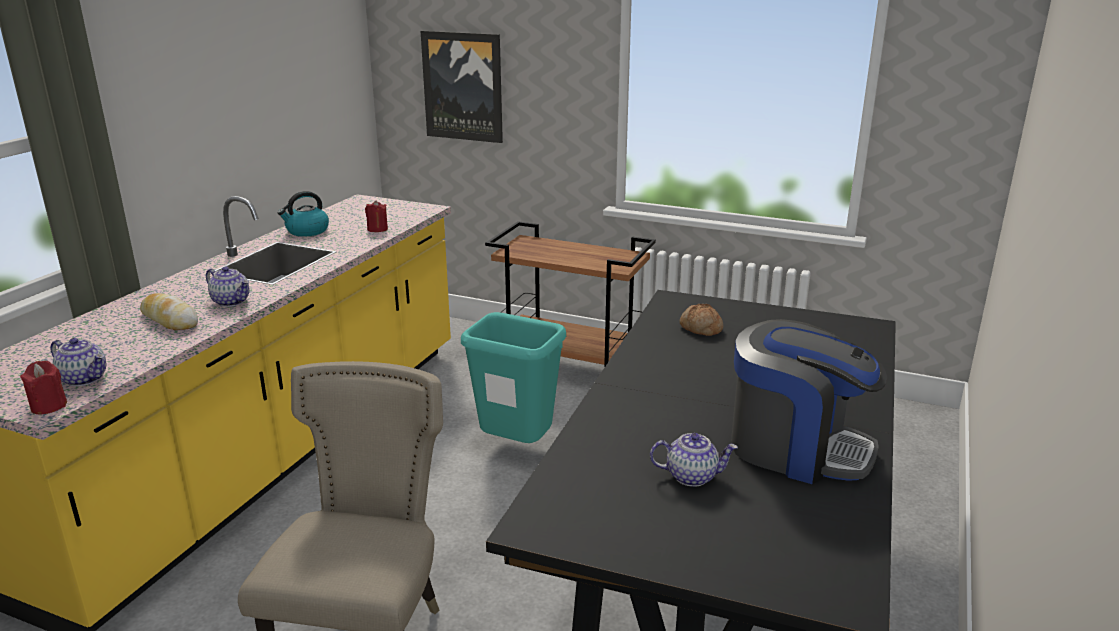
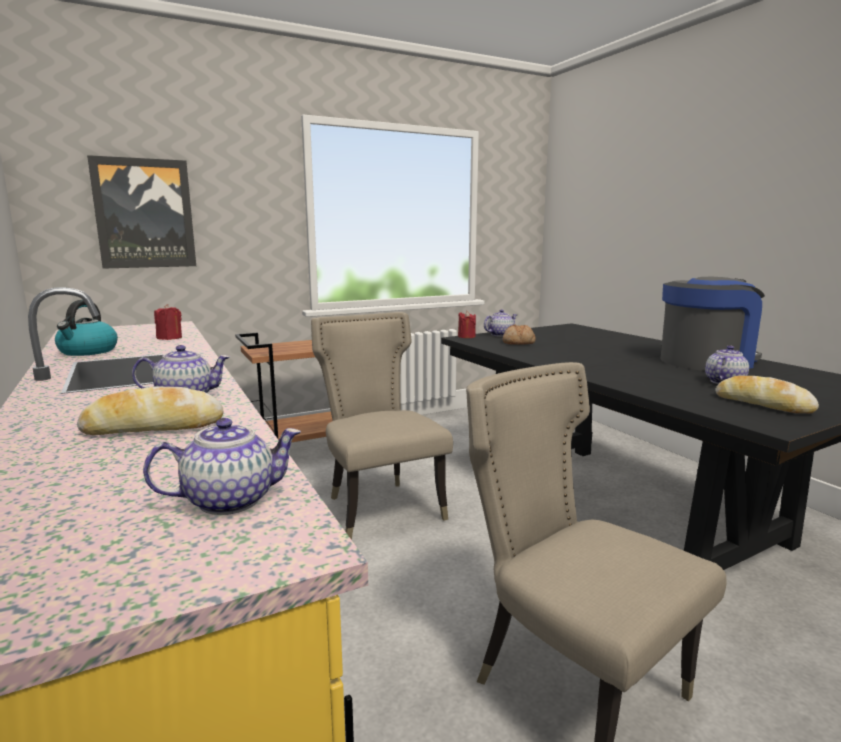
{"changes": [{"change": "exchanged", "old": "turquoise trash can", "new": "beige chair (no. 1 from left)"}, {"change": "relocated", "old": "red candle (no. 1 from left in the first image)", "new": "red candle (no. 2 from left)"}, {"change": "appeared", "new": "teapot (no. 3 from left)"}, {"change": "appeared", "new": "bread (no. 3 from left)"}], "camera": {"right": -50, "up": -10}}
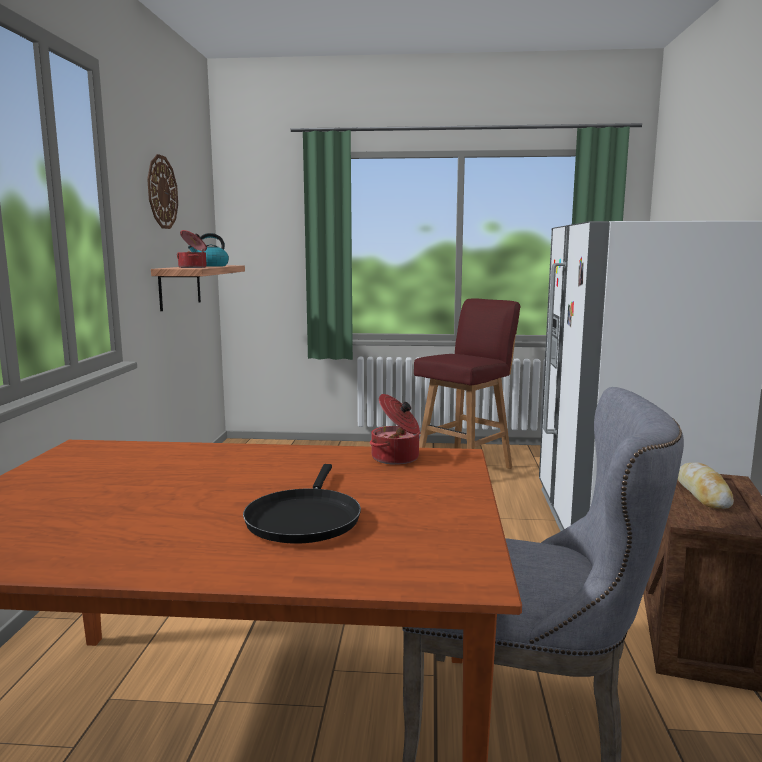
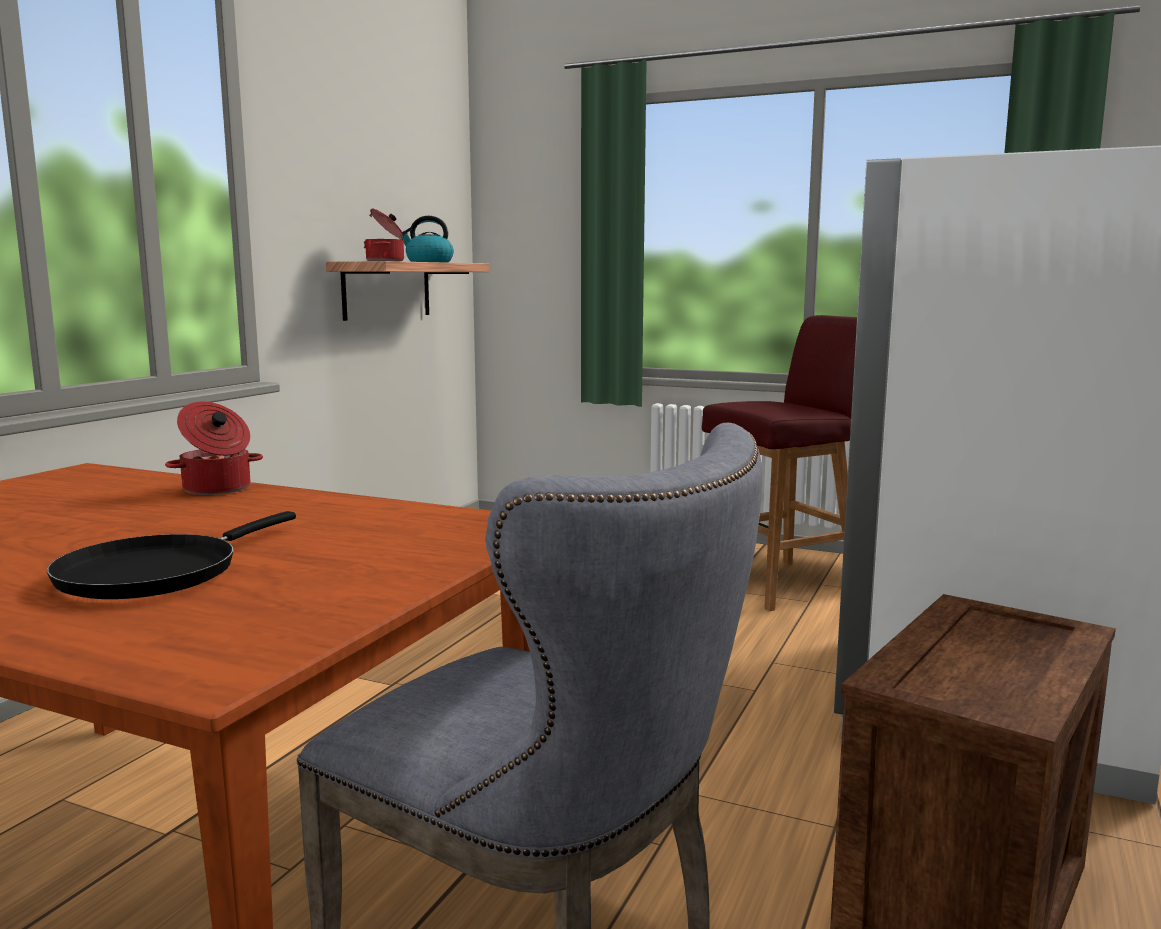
{"changes": [{"change": "relocated", "old": "cooking pot (no. 2 from left in the first image)", "new": "cooking pot (no. 1 from left)"}, {"change": "missing", "old": "wall clock"}, {"change": "missing", "old": "bread"}], "camera": {"right": 20, "up": 0}}
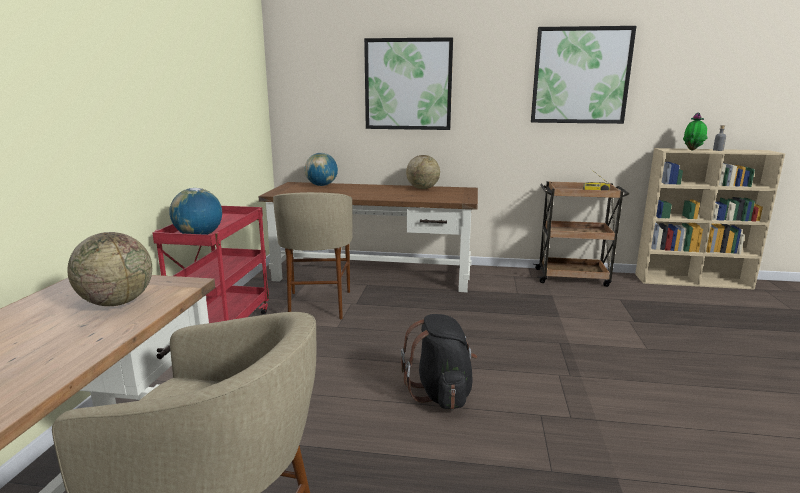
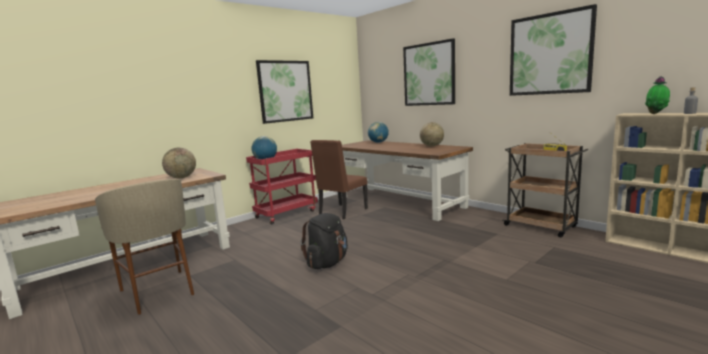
{"changes": [{"change": "appeared", "new": "picture (no. 1 from left)"}, {"change": "exchanged", "old": "beige stool (no. 2 from left)", "new": "brown chair"}], "camera": {"right": 40, "up": -5}}
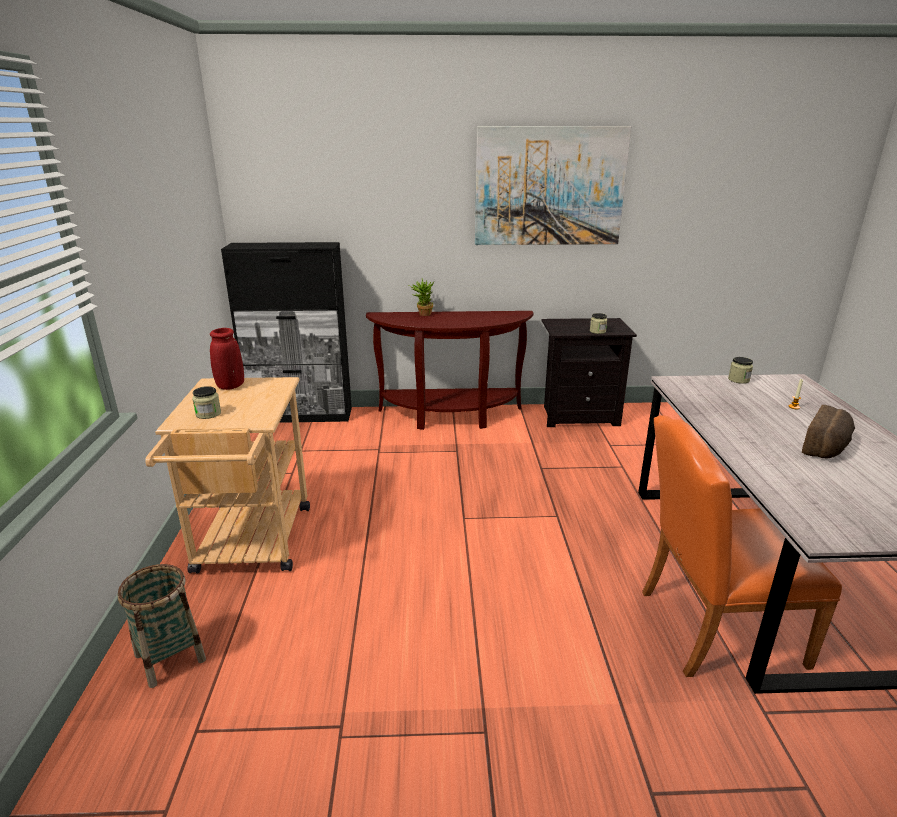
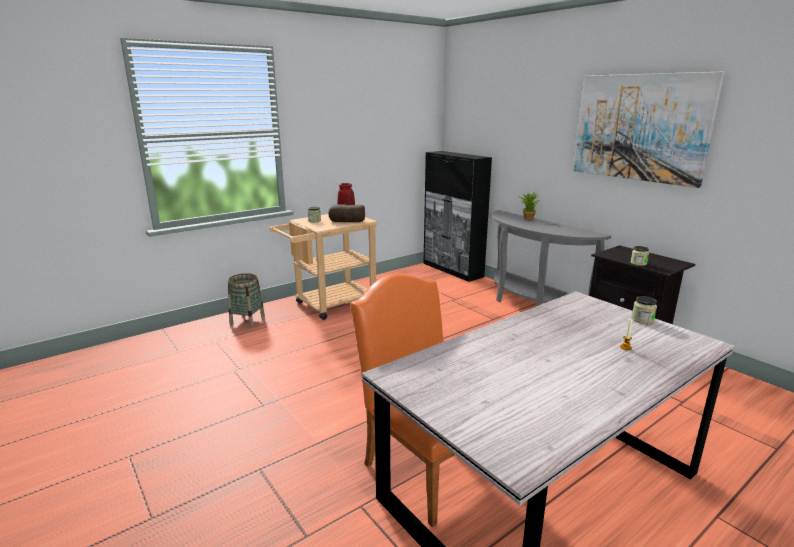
{"changes": [{"change": "relocated", "old": "bread"}, {"change": "colour", "old": "brown console table", "new": "grey console table"}], "camera": {"right": 55, "up": -5}}
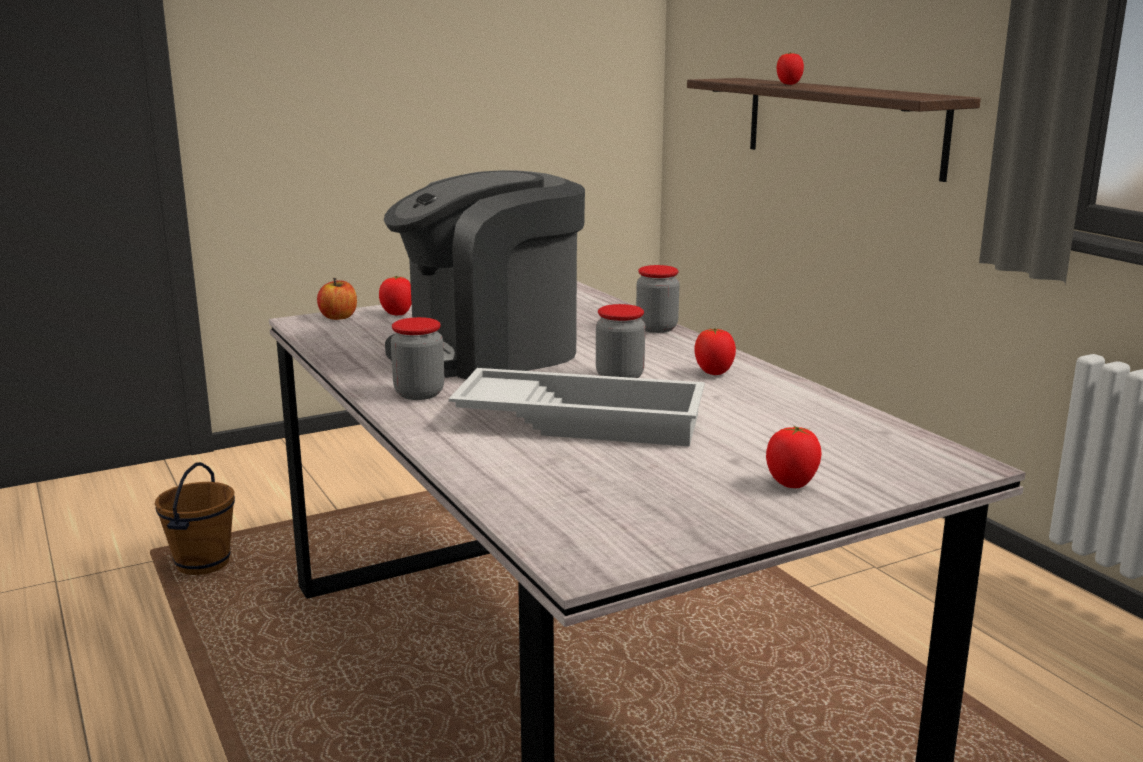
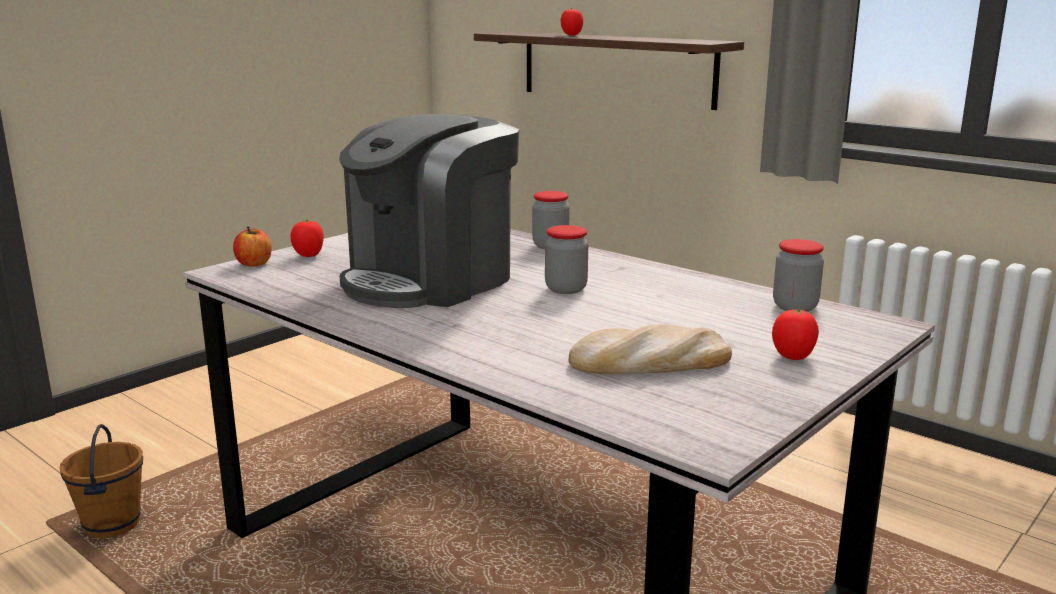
{"changes": [{"change": "appeared", "new": "bread"}, {"change": "relocated", "old": "jar (no. 1 from left in the first image)", "new": "jar (no. 3 from left)"}, {"change": "missing", "old": "white tray"}, {"change": "missing", "old": "tomato (no. 2 from left)"}], "camera": {"right": -20, "up": 0}}
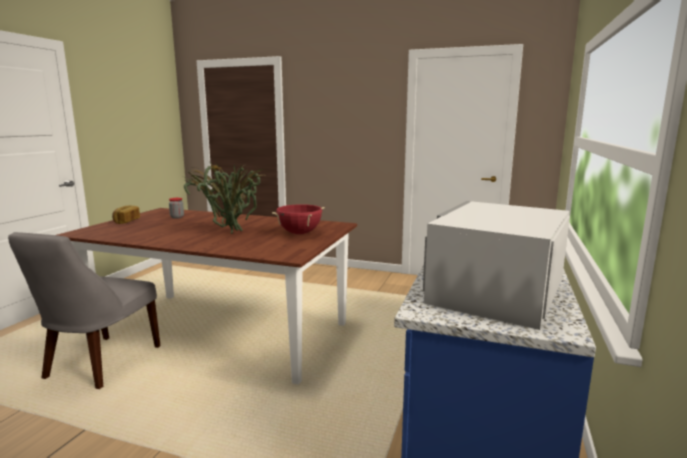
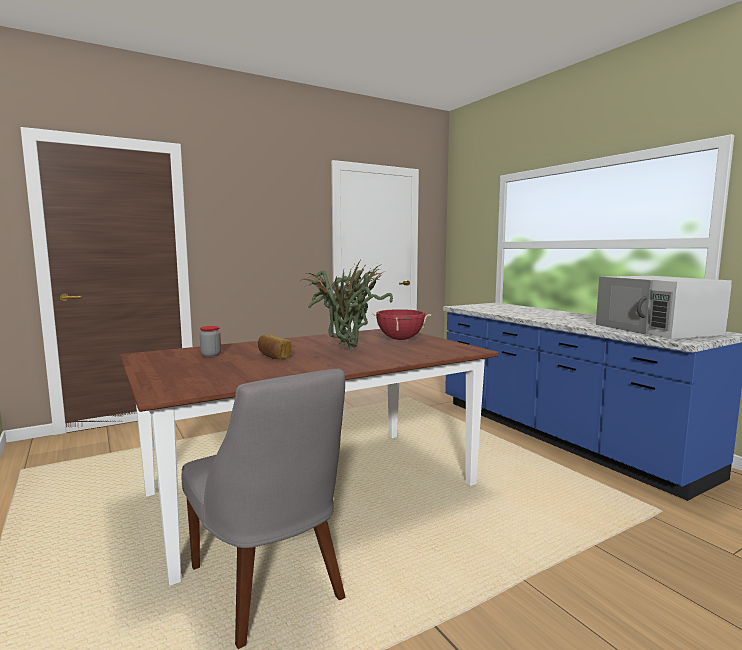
{"changes": [{"change": "relocated", "old": "bread"}], "camera": {"right": -50, "up": -5}}
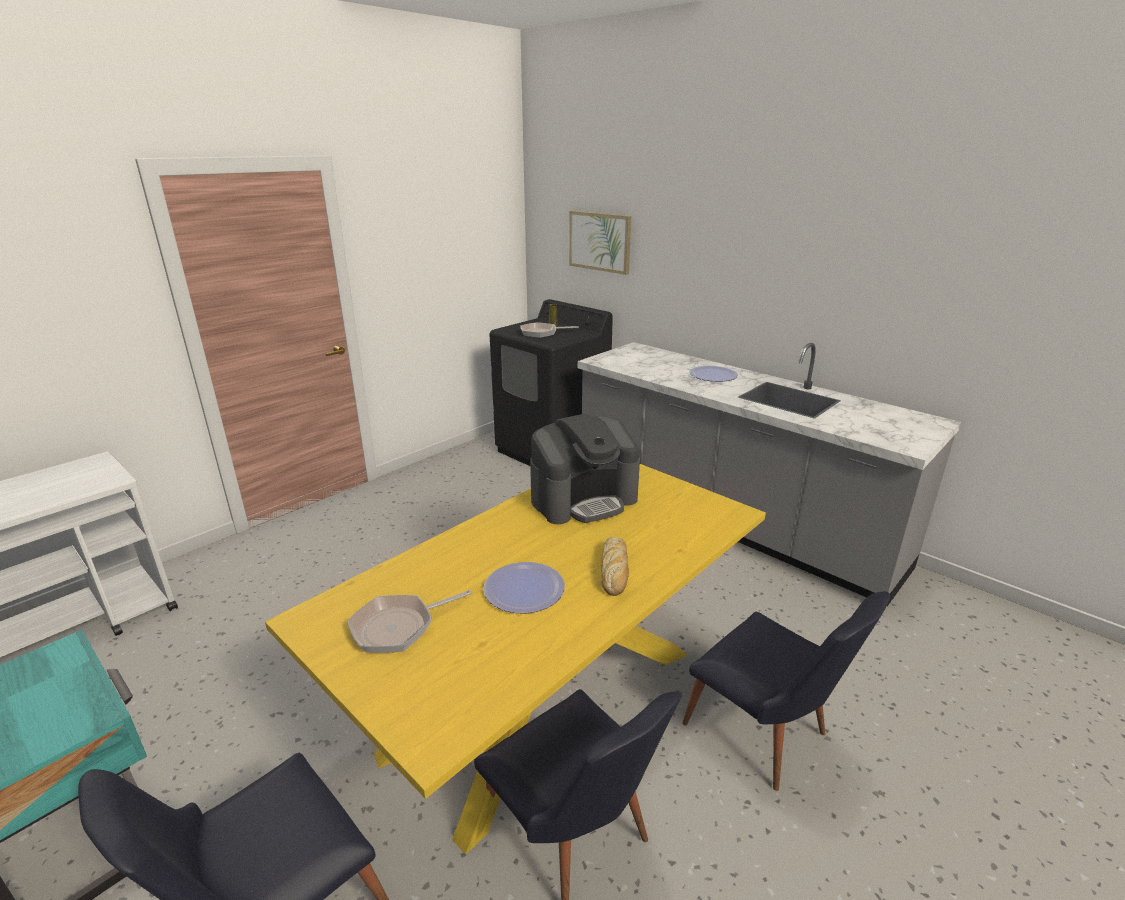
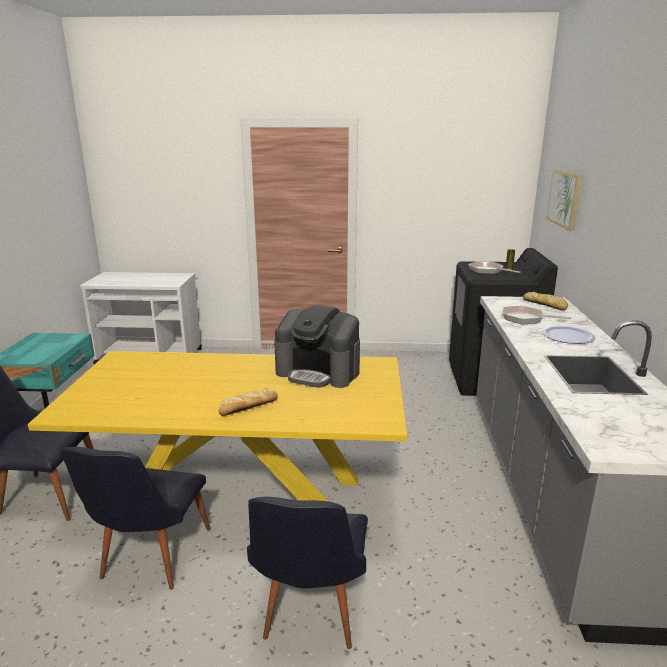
{"changes": [{"change": "relocated", "old": "frying pan (no. 1 from left in the first image)", "new": "frying pan (no. 2 from left)"}, {"change": "appeared", "new": "bread (no. 2 from left)"}, {"change": "missing", "old": "plate (no. 1 from left)"}], "camera": {"right": 50, "up": -5}}
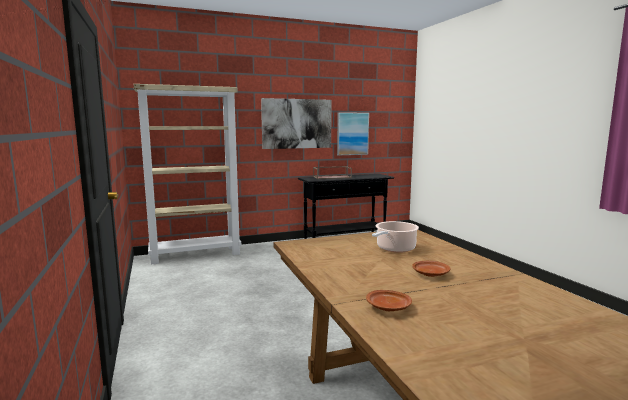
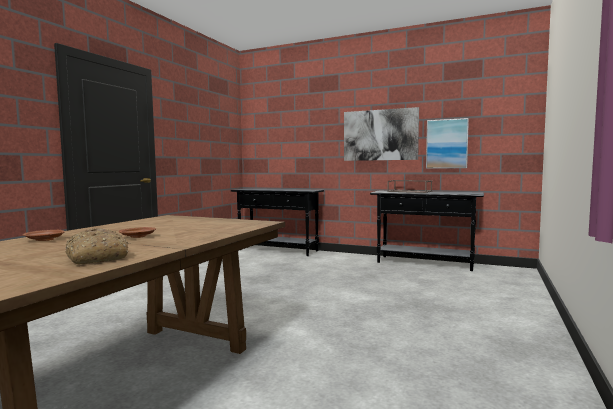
{"changes": [{"change": "appeared", "new": "bread"}, {"change": "exchanged", "old": "beige bookcase", "new": "black console table (no. 1 from left)"}, {"change": "missing", "old": "cooking pot"}], "camera": {"right": 45, "up": -5}}
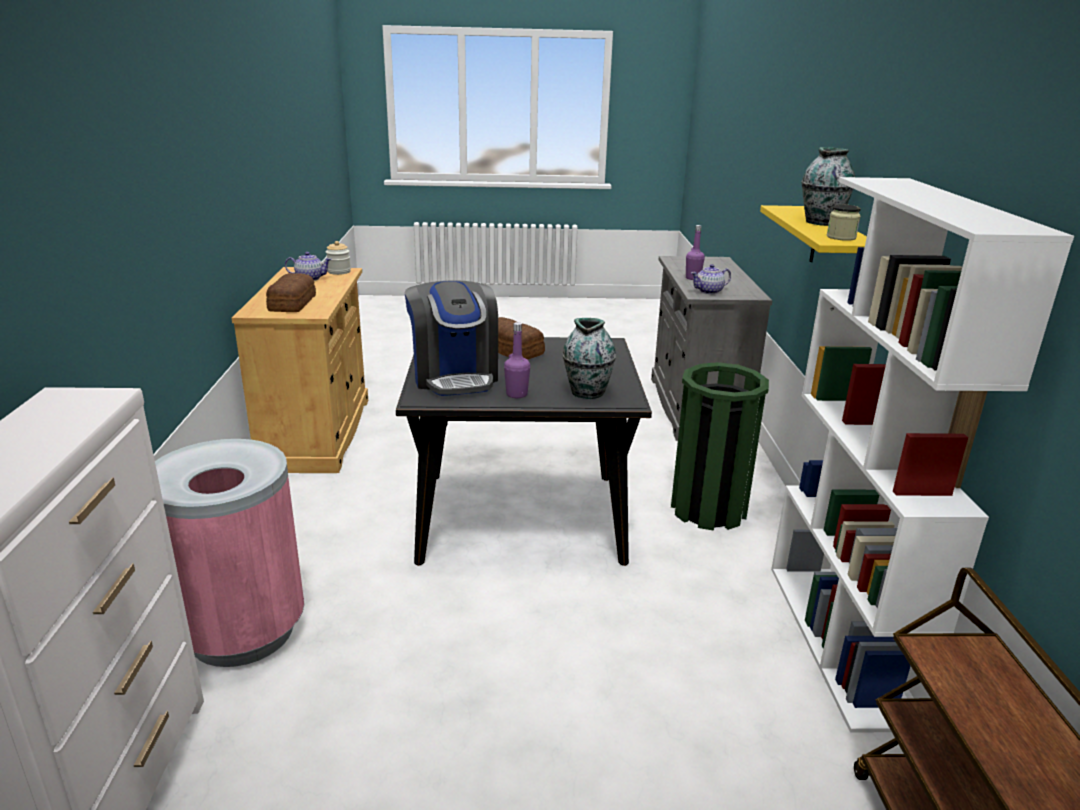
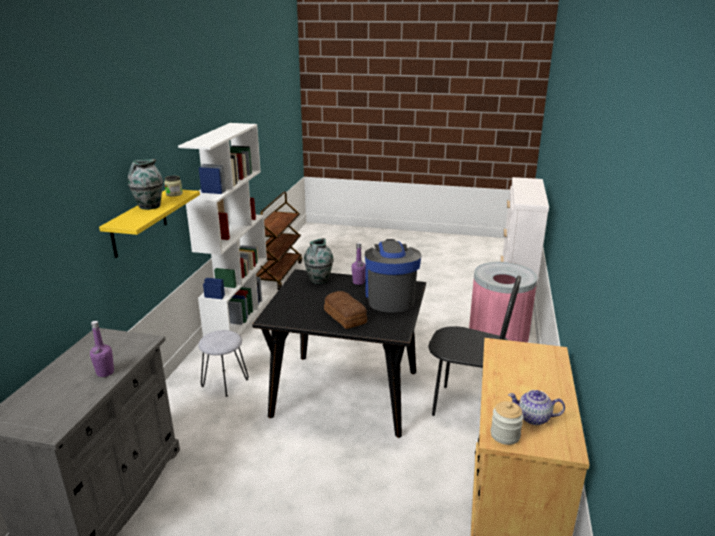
{"changes": [{"change": "exchanged", "old": "green trash can", "new": "grey stool"}, {"change": "appeared", "new": "black chair"}, {"change": "missing", "old": "bread (no. 1 from left)"}, {"change": "missing", "old": "teapot (no. 2 from left)"}], "camera": {"right": -165, "up": 0}}
